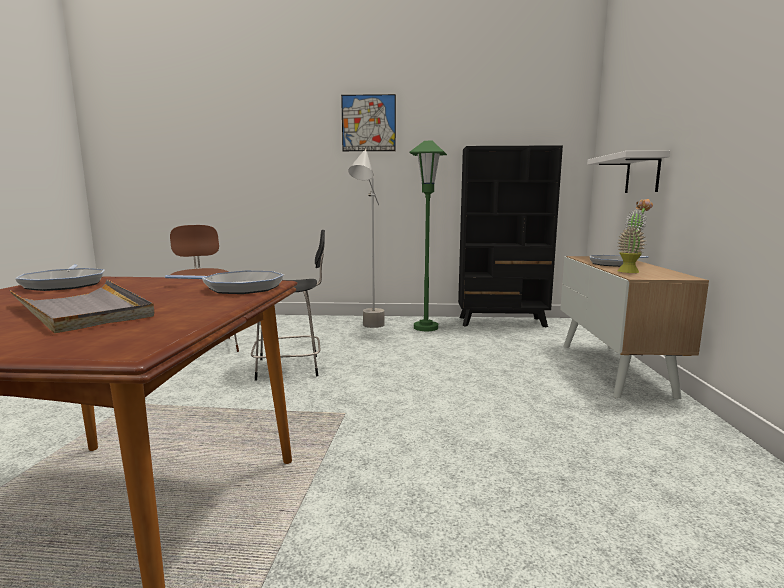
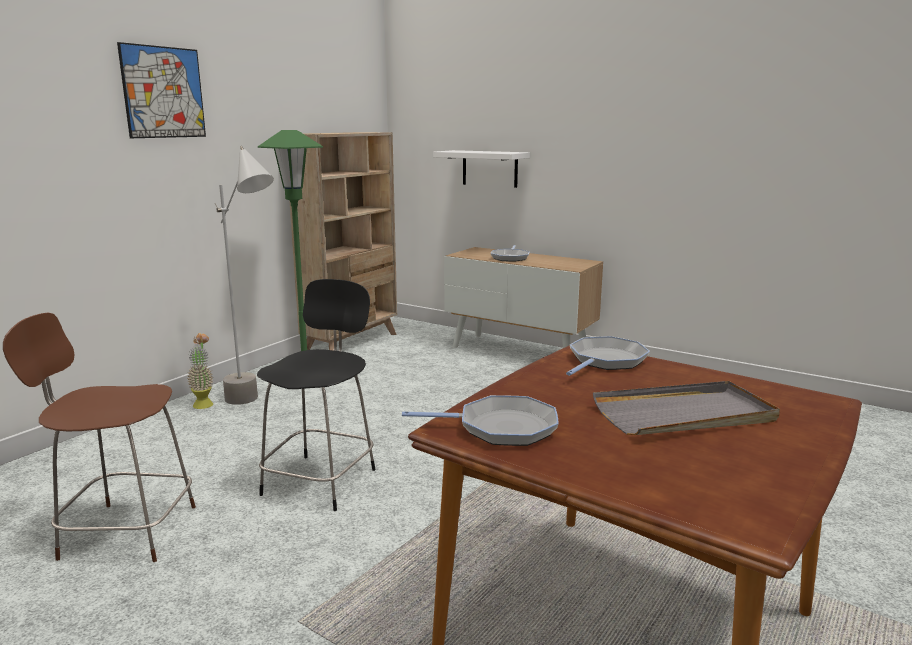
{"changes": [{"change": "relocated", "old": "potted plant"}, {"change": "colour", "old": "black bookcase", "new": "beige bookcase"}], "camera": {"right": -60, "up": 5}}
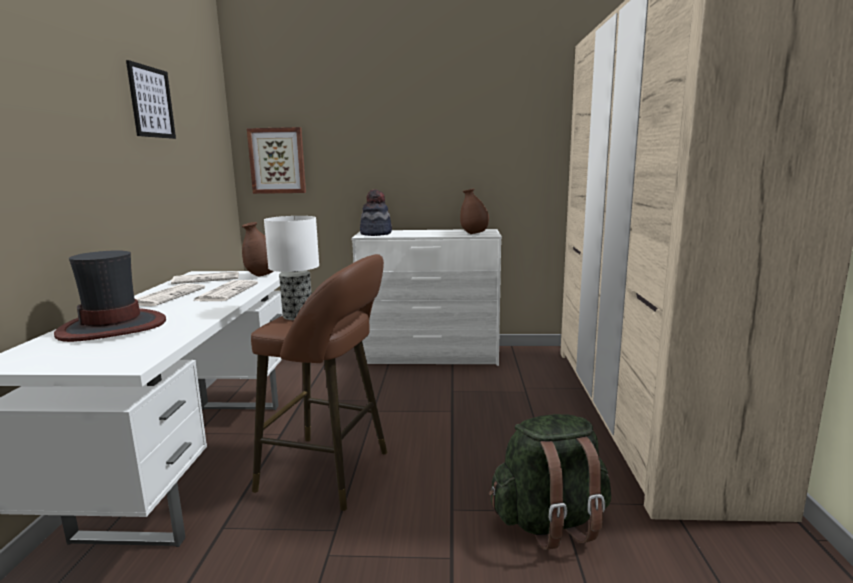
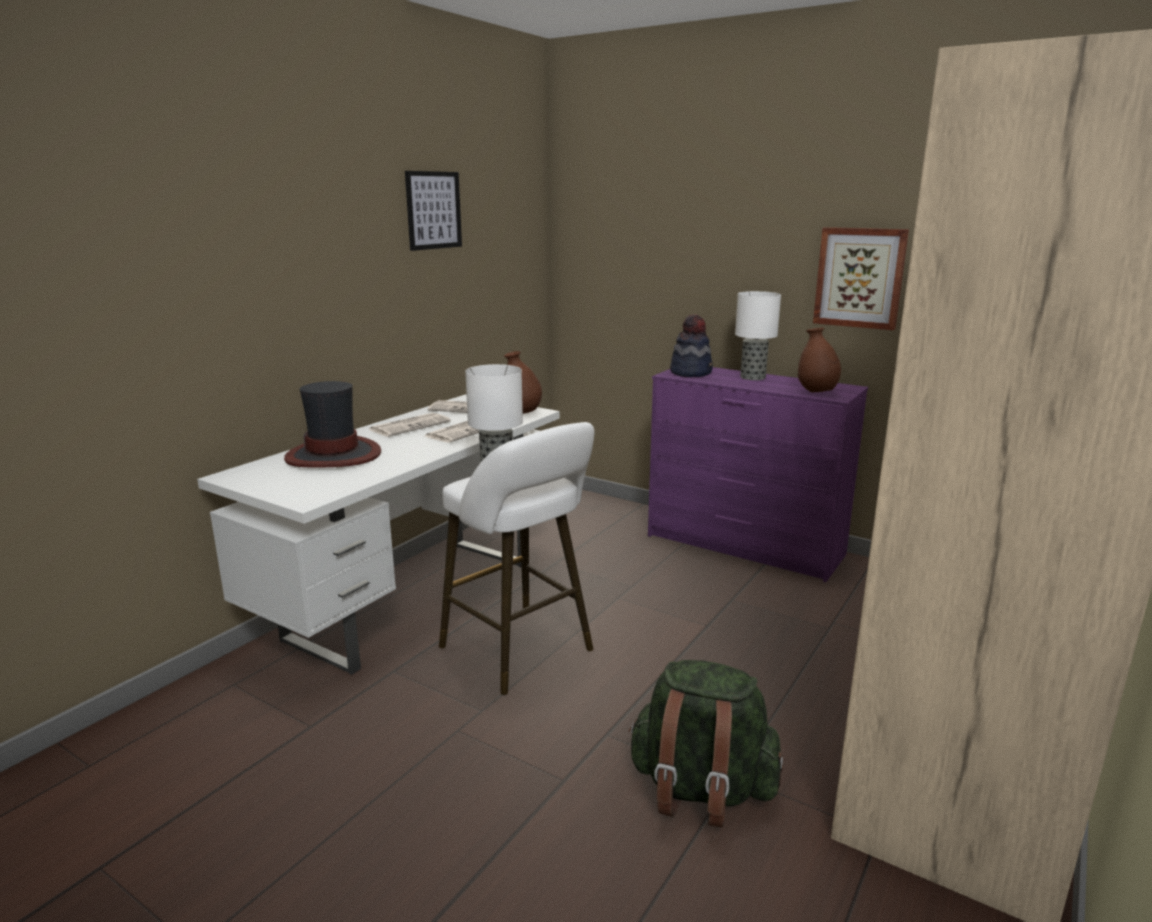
{"changes": [{"change": "colour", "old": "brown stool", "new": "white stool"}, {"change": "colour", "old": "white dresser", "new": "purple dresser"}, {"change": "appeared", "new": "table lamp (no. 2 from left)"}, {"change": "relocated", "old": "picture (no. 2 from left)"}], "camera": {"right": 30, "up": 5}}
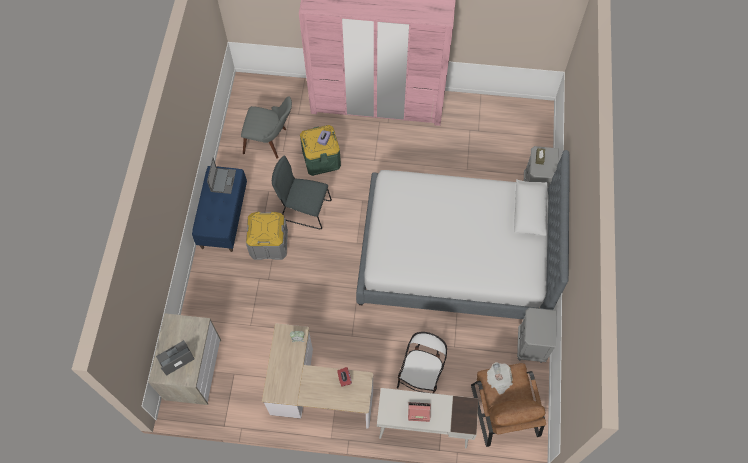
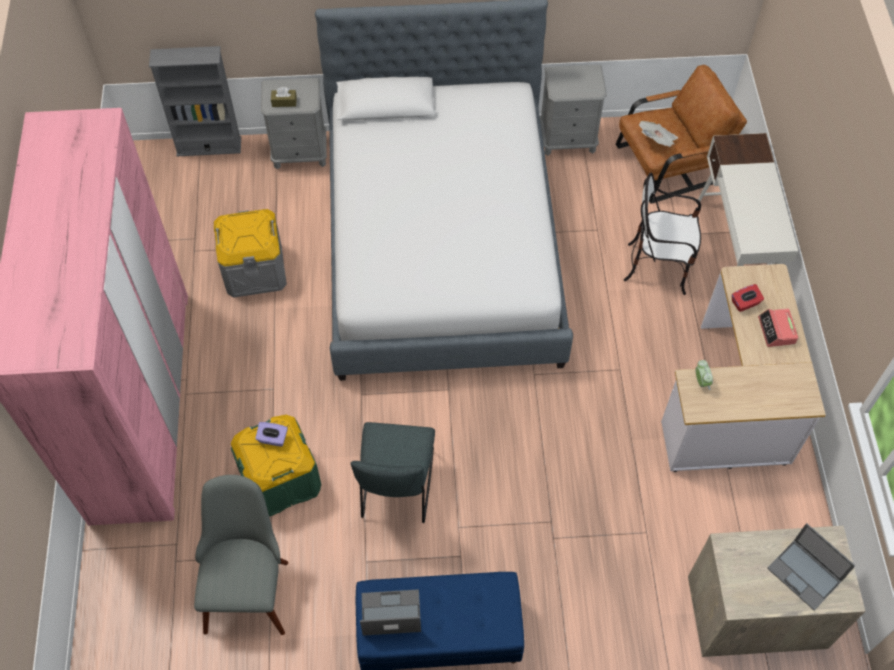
{"changes": [{"change": "appeared", "new": "grey bookcase"}, {"change": "relocated", "old": "grey storage box"}, {"change": "relocated", "old": "alarm clock (no. 2 from left)"}], "camera": {"right": -100, "up": -5}}
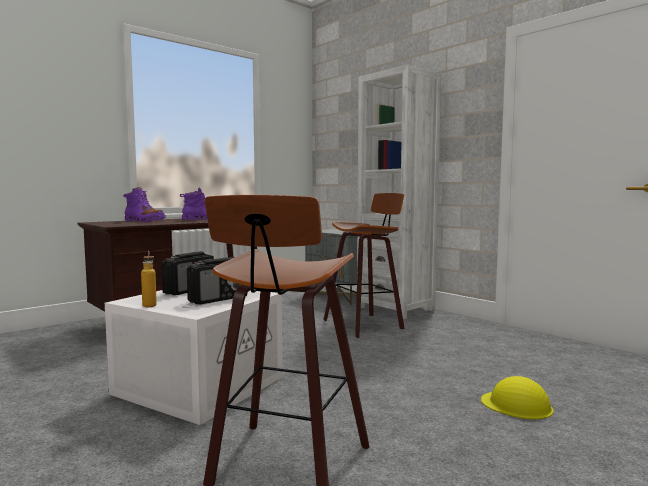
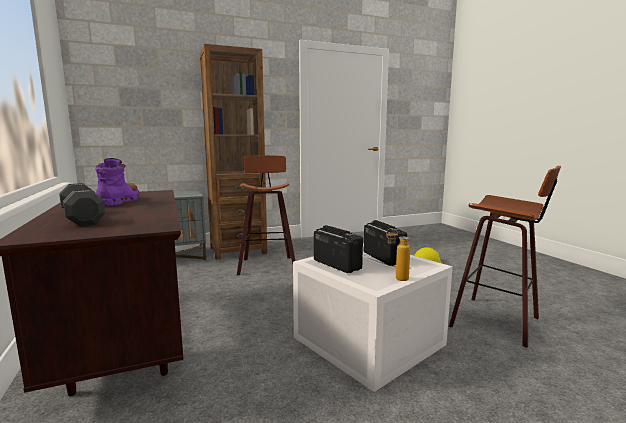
{"changes": [{"change": "exchanged", "old": "purple boot (no. 1 from left)", "new": "black dumbbell"}, {"change": "colour", "old": "white bookcase", "new": "brown bookcase"}], "camera": {"right": -70, "up": 5}}
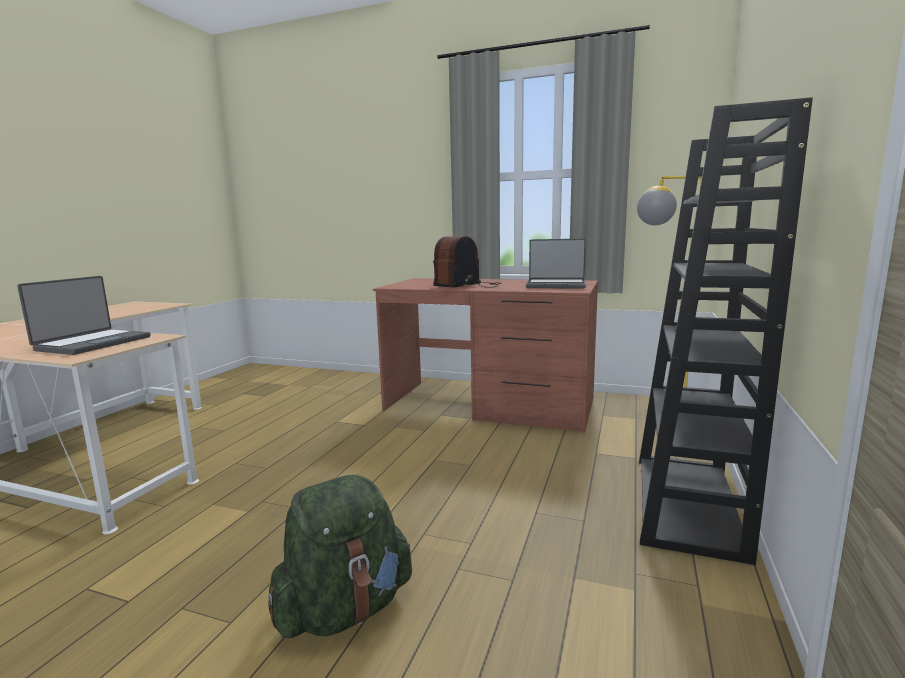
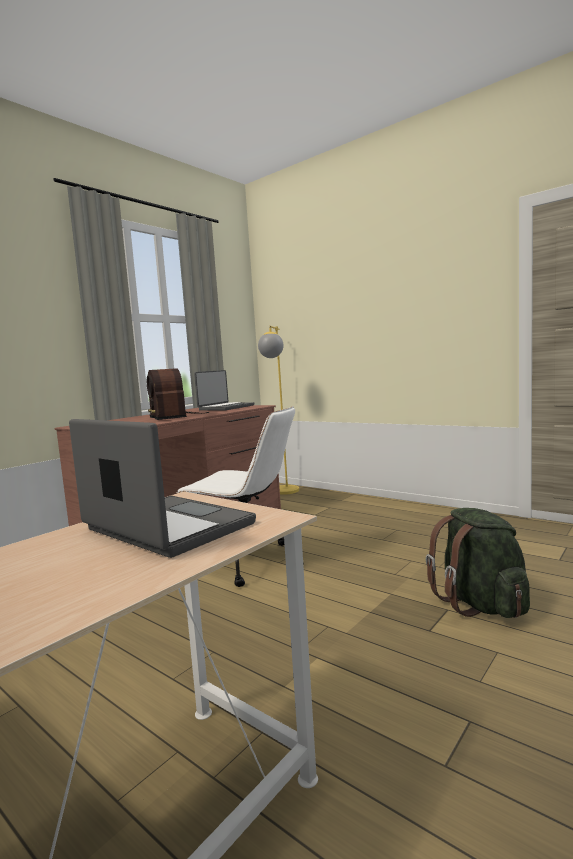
{"changes": [{"change": "appeared", "new": "white office chair"}, {"change": "missing", "old": "black bookcase"}], "camera": {"right": -70, "up": -5}}
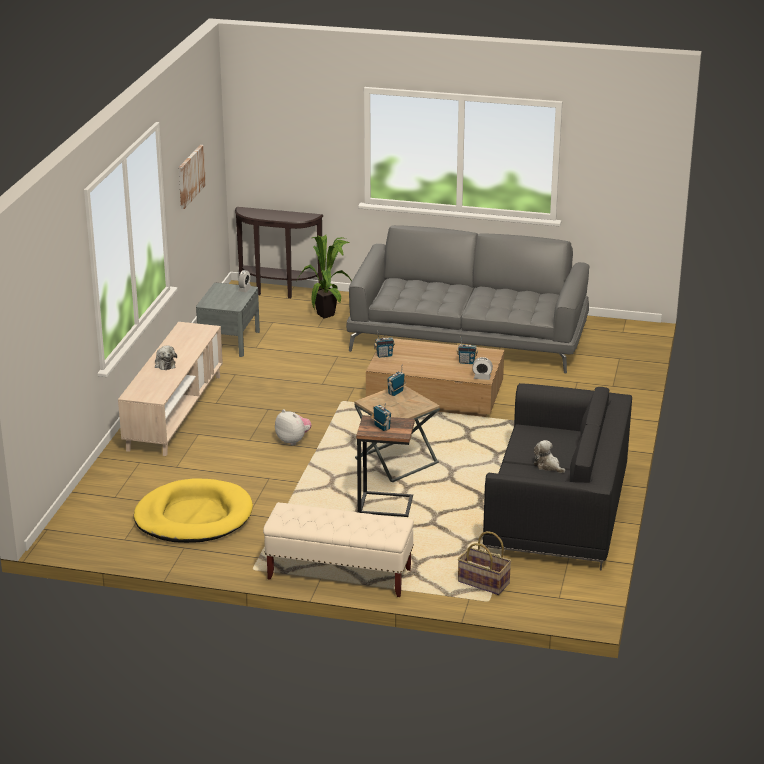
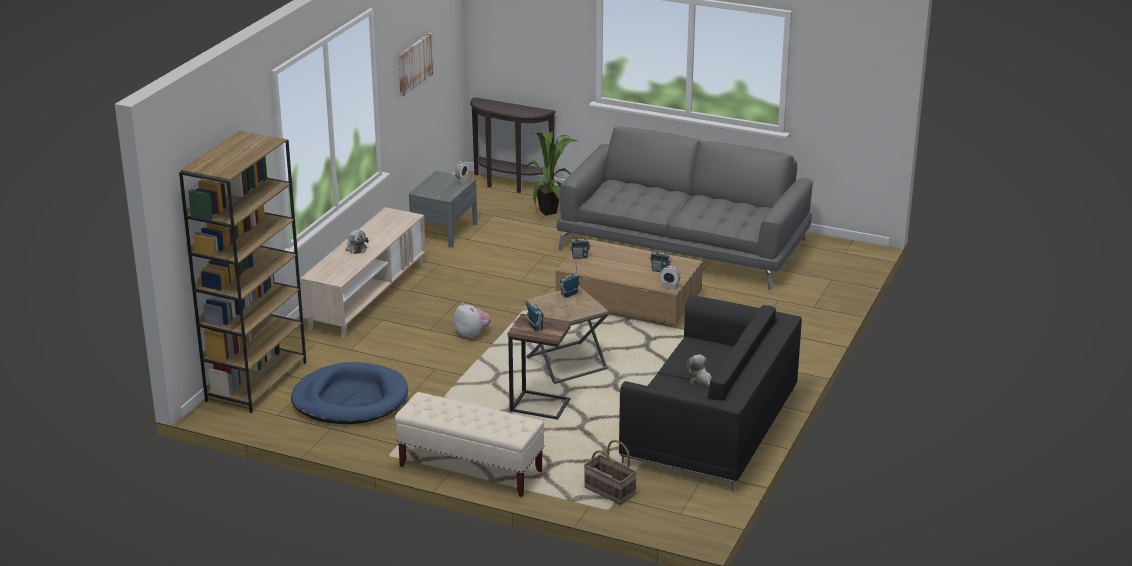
{"changes": [{"change": "appeared", "new": "brown bookcase"}, {"change": "colour", "old": "yellow dog bed", "new": "blue dog bed"}], "camera": {"right": 10, "up": 0}}
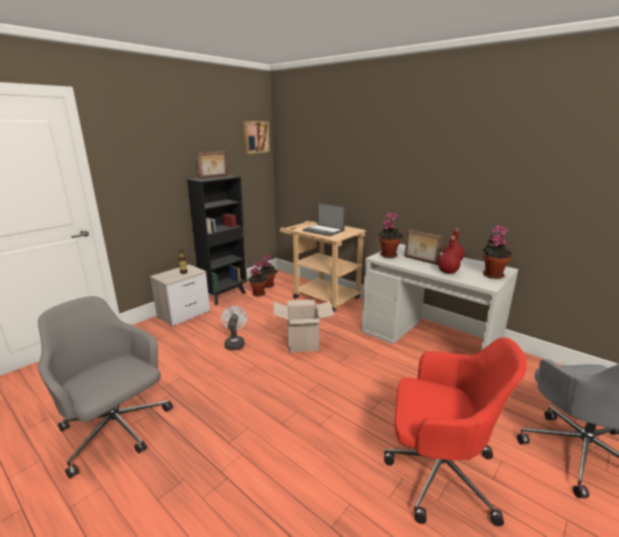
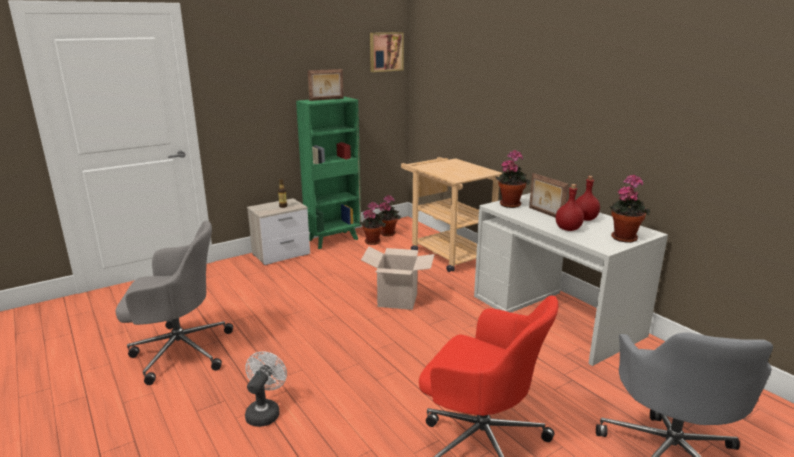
{"changes": [{"change": "spun", "old": "grey office chair (no. 1 from left)", "degrees": 120}, {"change": "relocated", "old": "white fan"}, {"change": "colour", "old": "black bookcase", "new": "green bookcase"}, {"change": "missing", "old": "laptop"}], "camera": {"right": 15, "up": 0}}
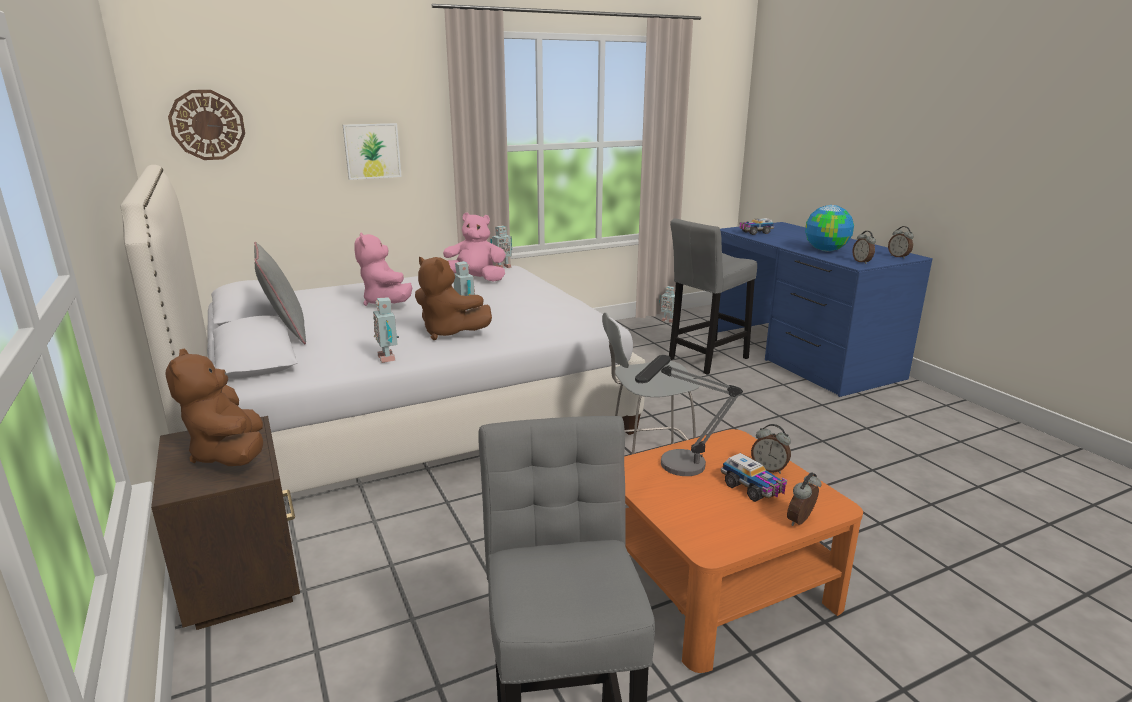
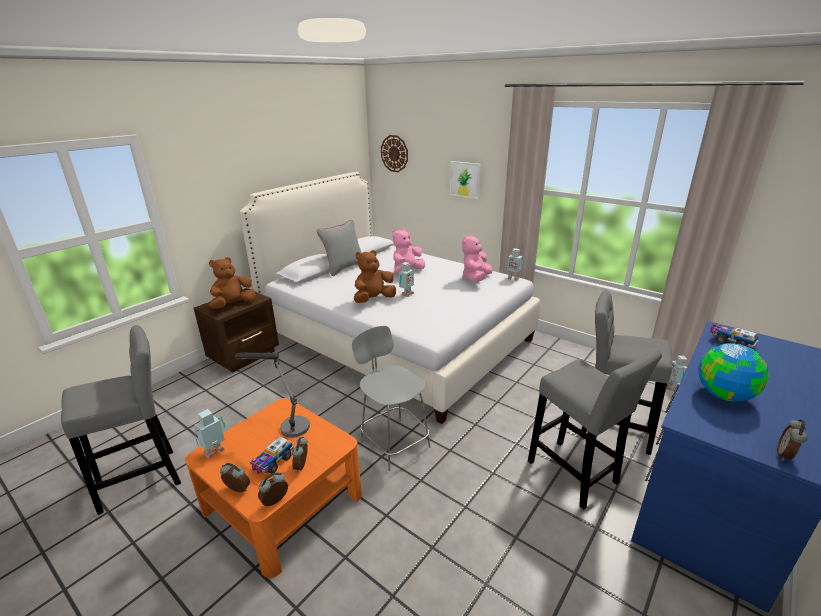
{"changes": [{"change": "relocated", "old": "toy robot (no. 1 from left)"}, {"change": "relocated", "old": "alarm clock (no. 3 from left in the first image)", "new": "alarm clock (no. 2 from left)"}, {"change": "spun", "old": "brown plush toy (no. 2 from left)", "degrees": 45}, {"change": "spun", "old": "pink plush toy (no. 2 from left)", "degrees": -135}, {"change": "appeared", "new": "grey stool (no. 2 from left)"}], "camera": {"right": 65, "up": 5}}
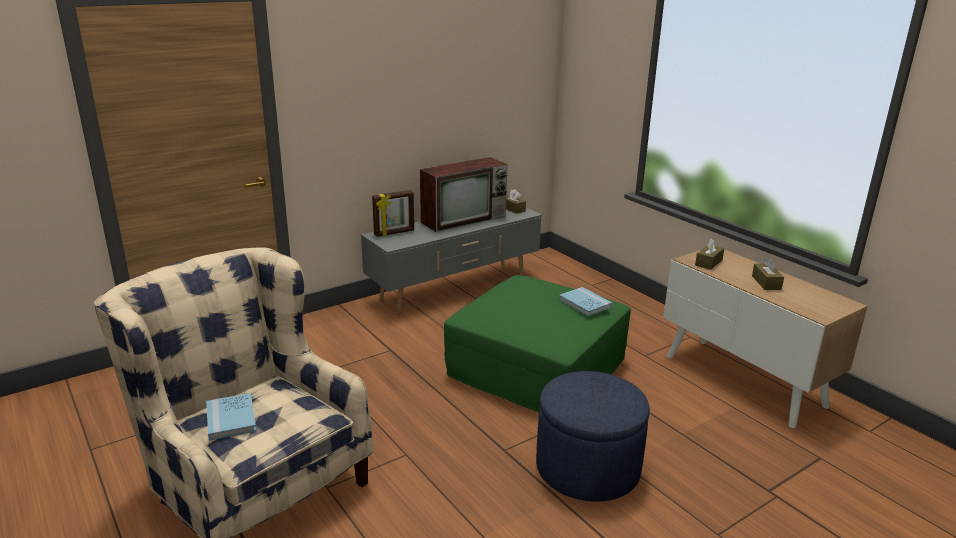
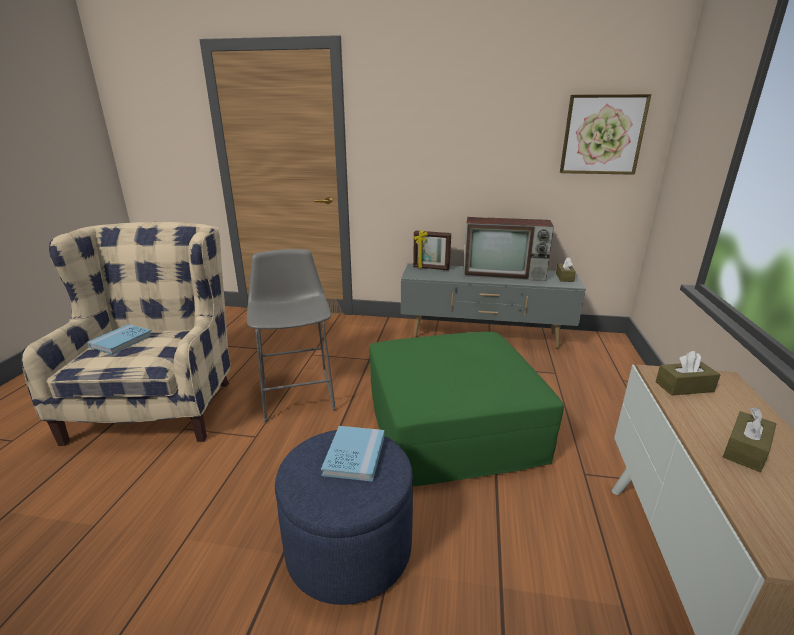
{"changes": [{"change": "appeared", "new": "grey stool"}, {"change": "relocated", "old": "blue book (no. 2 from left)"}, {"change": "appeared", "new": "picture"}], "camera": {"right": 45, "up": 0}}
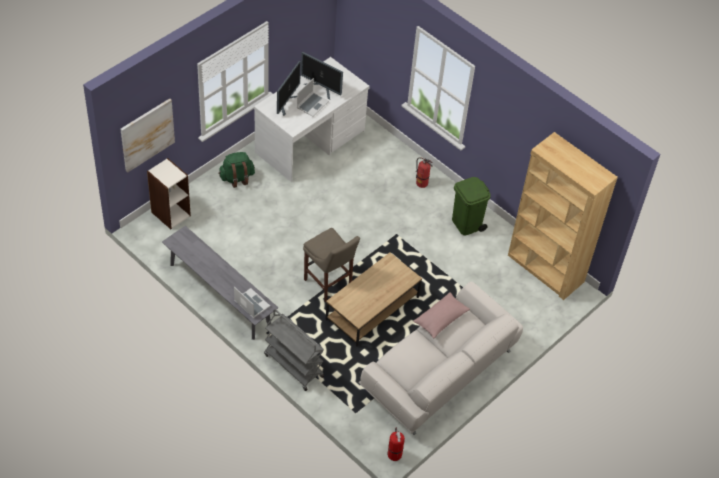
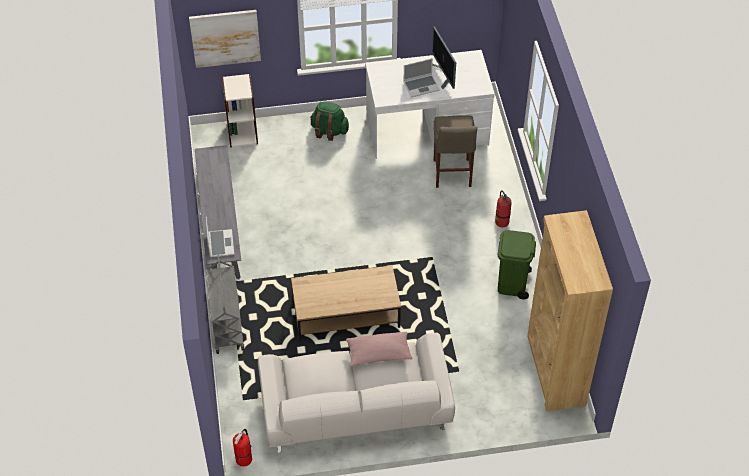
{"changes": [{"change": "relocated", "old": "beige stool"}, {"change": "missing", "old": "monitor (no. 1 from left)"}], "camera": {"right": 40, "up": 0}}
